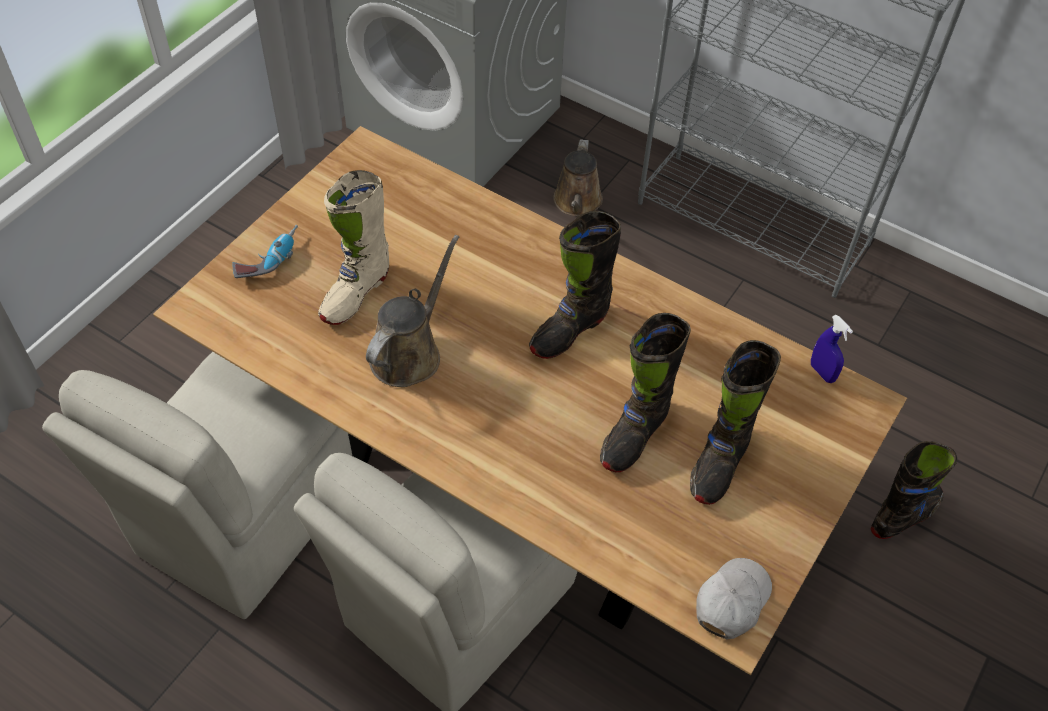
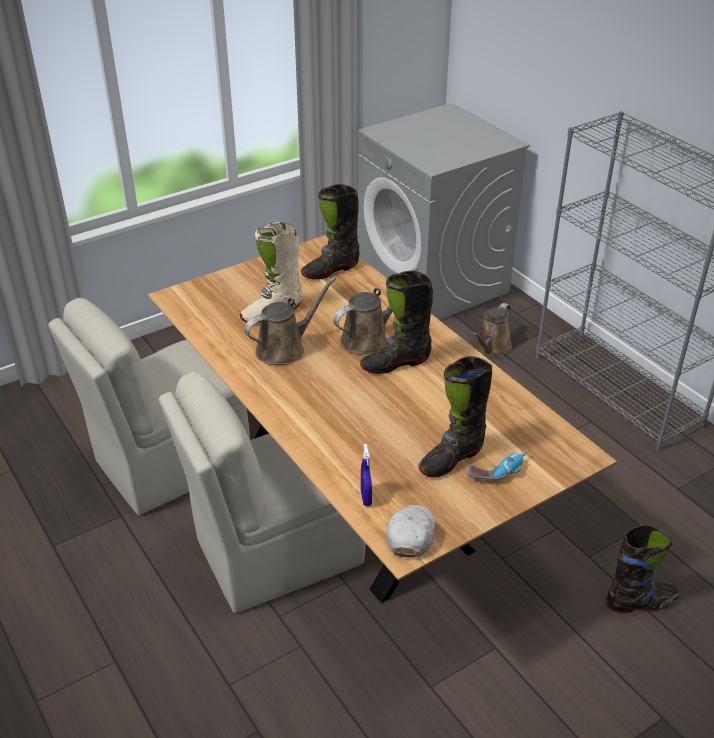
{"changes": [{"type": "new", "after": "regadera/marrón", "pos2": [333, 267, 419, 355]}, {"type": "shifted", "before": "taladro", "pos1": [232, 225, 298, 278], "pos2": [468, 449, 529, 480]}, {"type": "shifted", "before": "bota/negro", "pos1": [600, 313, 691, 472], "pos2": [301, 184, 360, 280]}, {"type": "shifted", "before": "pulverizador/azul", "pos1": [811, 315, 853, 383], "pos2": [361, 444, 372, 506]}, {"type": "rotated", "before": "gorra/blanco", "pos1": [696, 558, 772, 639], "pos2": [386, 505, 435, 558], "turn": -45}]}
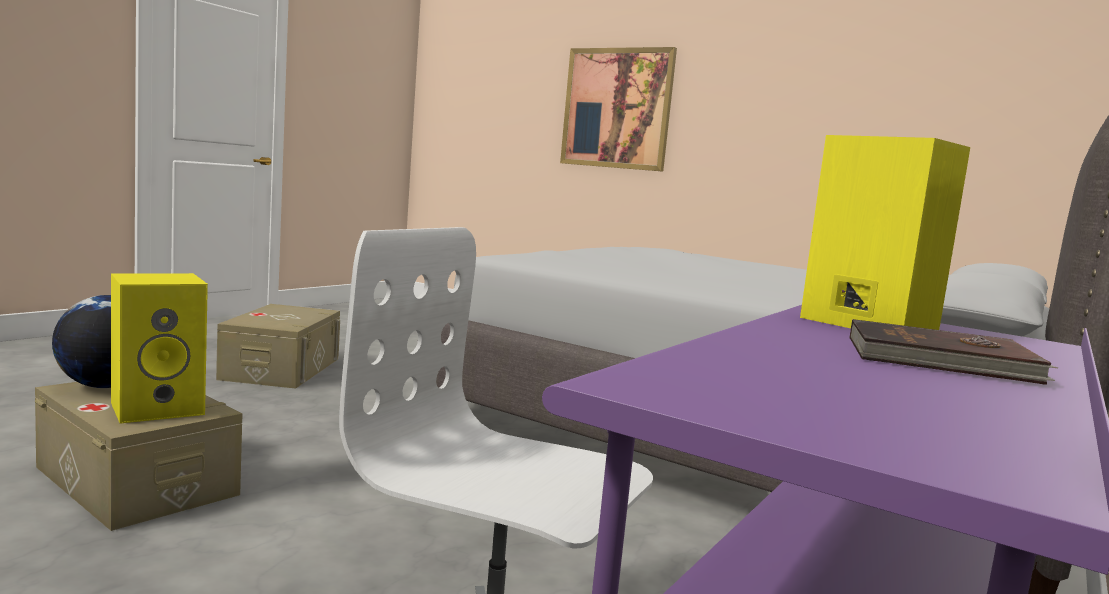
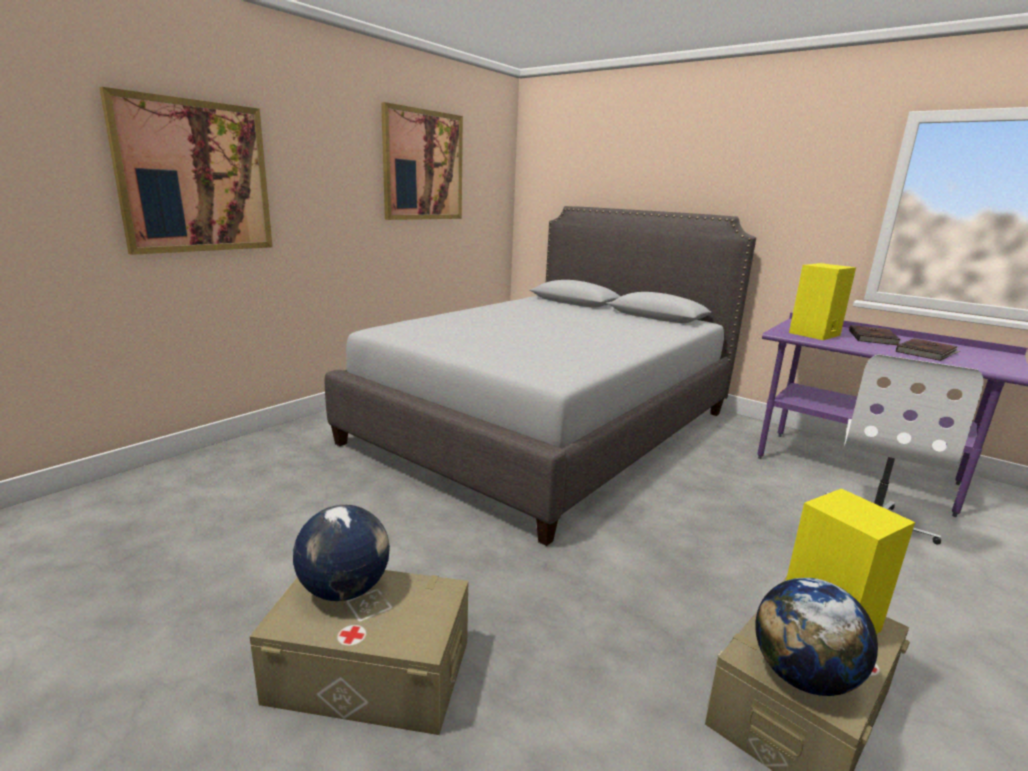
{"changes": [{"type": "new", "after": "globo terráqueo", "pos2": [293, 505, 390, 601]}, {"type": "new", "after": "cuadro", "pos2": [381, 102, 463, 220]}, {"type": "new", "after": "libro/marrón", "pos2": [896, 338, 960, 361]}]}
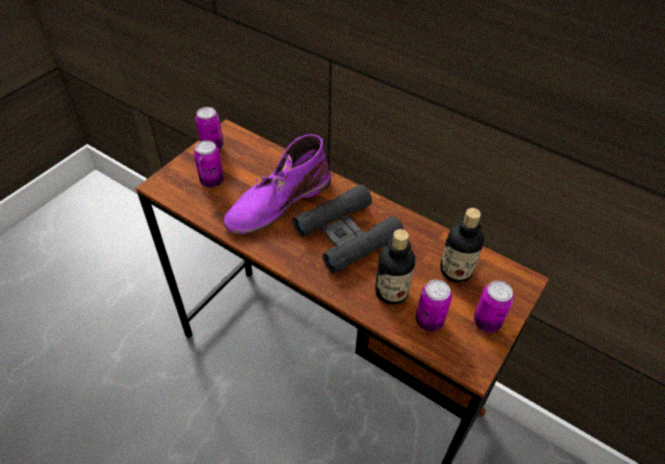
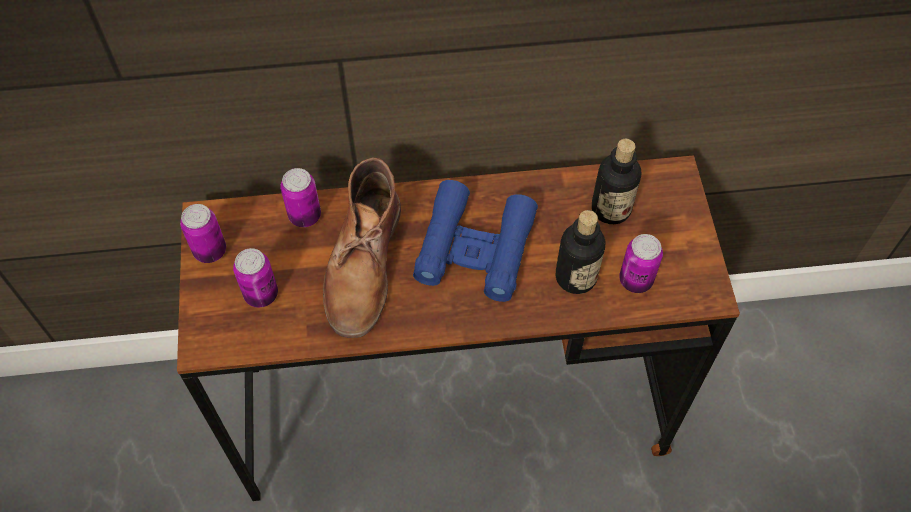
{"changes": [{"type": "shifted", "before": "lata", "pos1": [474, 281, 514, 333], "pos2": [280, 168, 321, 227]}, {"type": "repainted", "before": "bota/morado", "after": "bota/marrón", "pos1": [223, 134, 331, 234], "pos2": [323, 158, 401, 338]}, {"type": "repainted", "before": "prismáticos/negro", "after": "prismáticos/azul", "pos1": [293, 184, 404, 273], "pos2": [413, 180, 538, 302]}]}
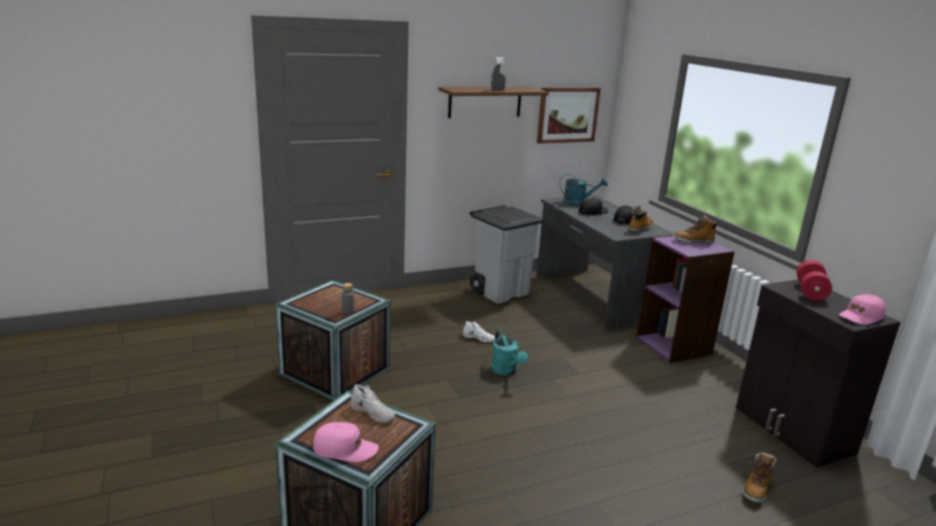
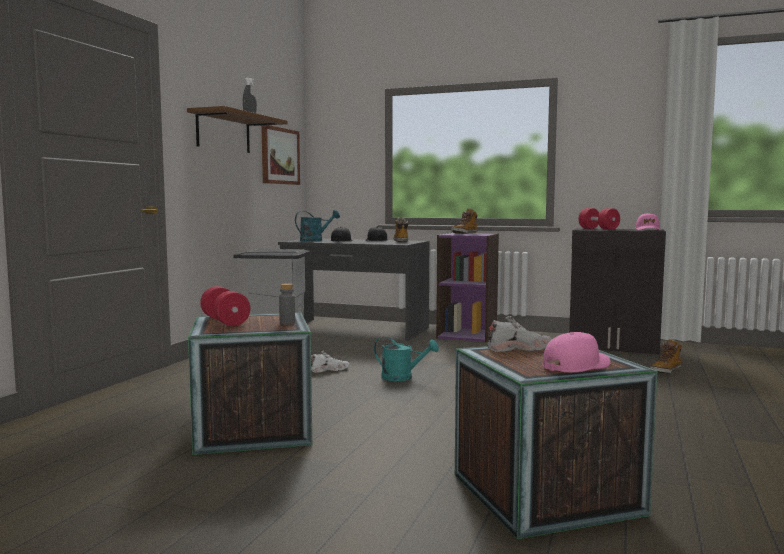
{"changes": [{"type": "new", "after": "mancuerna/rojo", "pos2": [200, 286, 250, 326]}, {"type": "rotated", "before": "bota", "pos1": [742, 452, 776, 503], "pos2": [650, 339, 682, 374], "turn": 60}]}
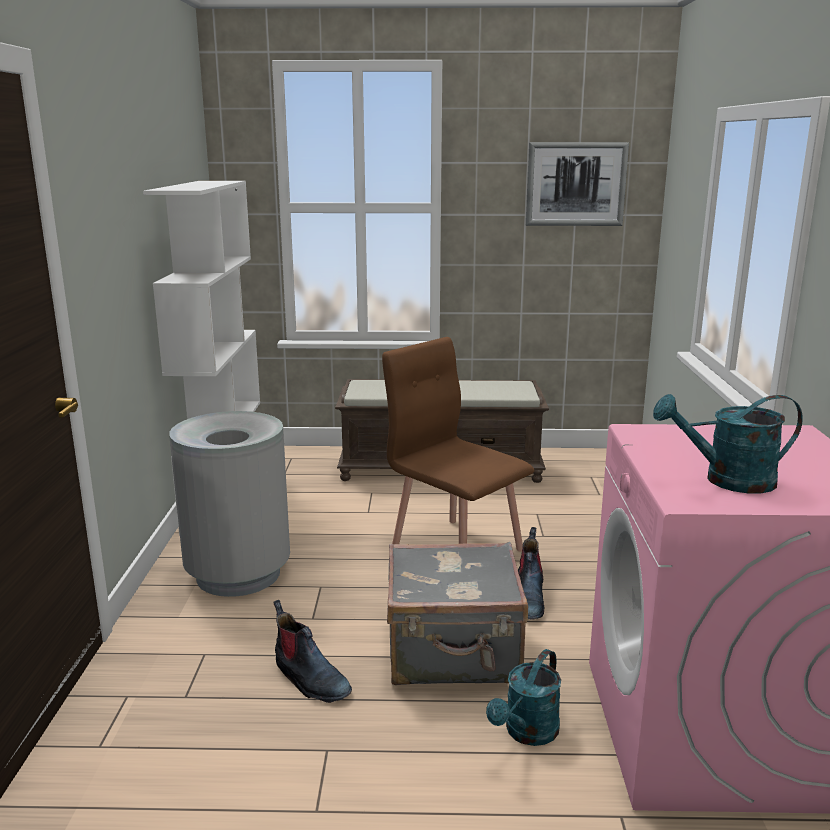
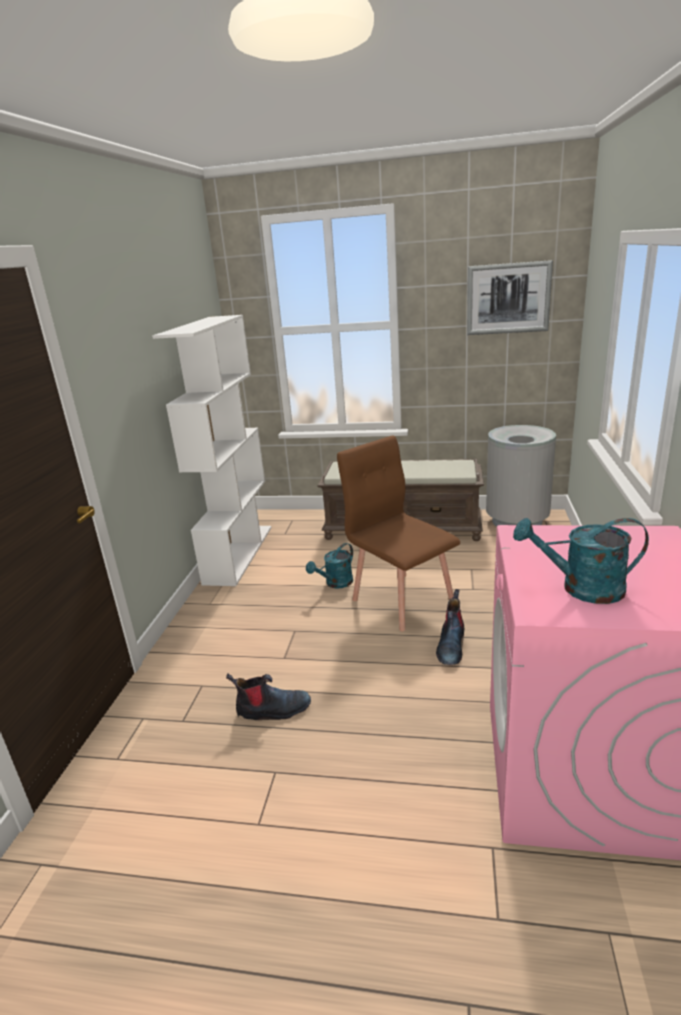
{"changes": [{"type": "gone", "before": "maleta/gris", "pos1": [387, 542, 528, 685]}, {"type": "shifted", "before": "papelera/gris", "pos1": [169, 411, 290, 597], "pos2": [486, 425, 556, 527]}, {"type": "shifted", "before": "regadera/turquesa", "pos1": [486, 649, 561, 746], "pos2": [306, 543, 353, 588]}, {"type": "rotated", "before": "bota", "pos1": [273, 600, 352, 703], "pos2": [226, 674, 311, 720], "turn": -60}]}
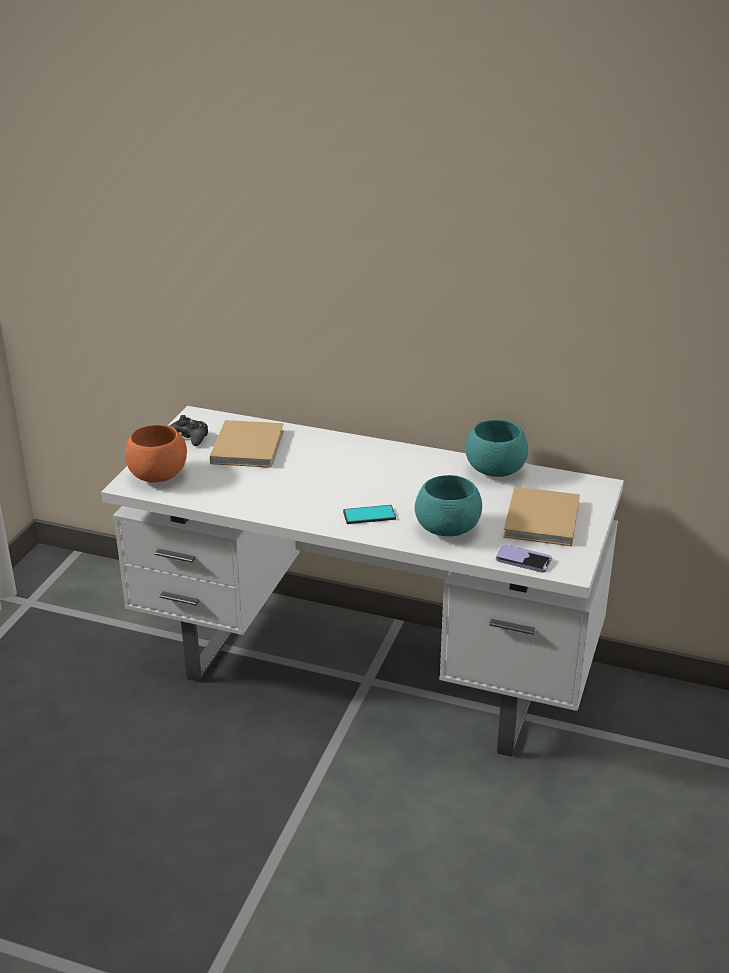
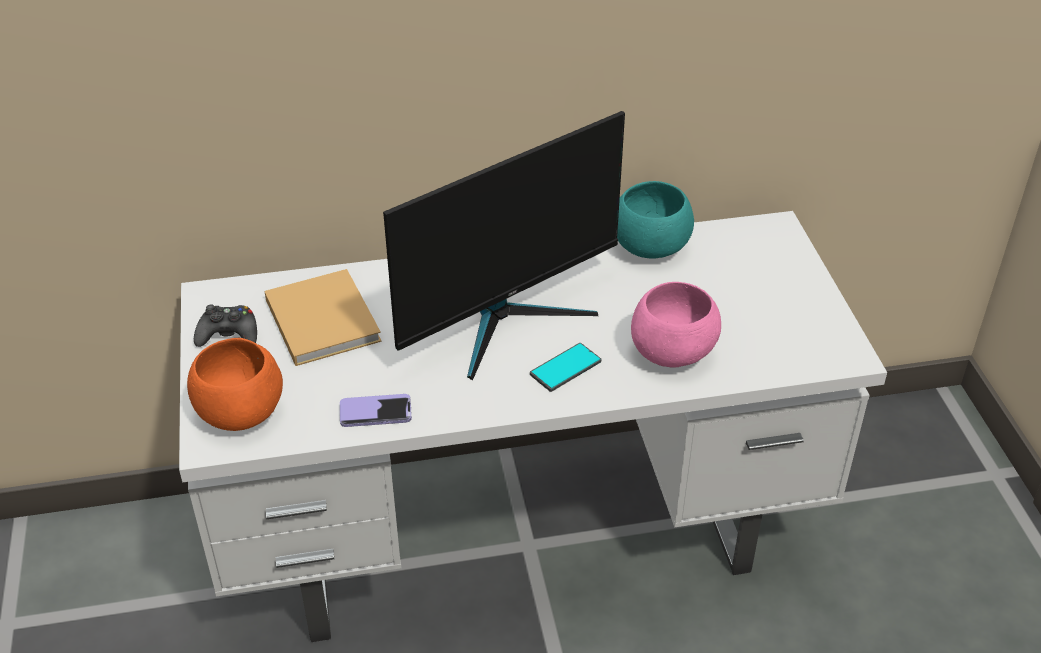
{"changes": [{"type": "gone", "before": "libro/beis", "pos1": [503, 487, 580, 546]}, {"type": "new", "after": "monitor", "pos2": [383, 111, 625, 380]}, {"type": "shifted", "before": "móvil", "pos1": [496, 544, 552, 573], "pos2": [340, 394, 412, 427]}, {"type": "repainted", "before": "cuenco/turquesa", "after": "cuenco/rosa", "pos1": [415, 475, 482, 536], "pos2": [631, 282, 721, 367]}]}
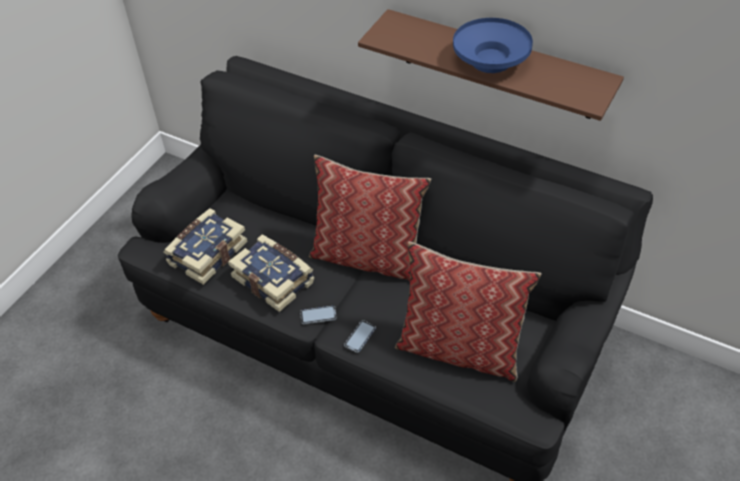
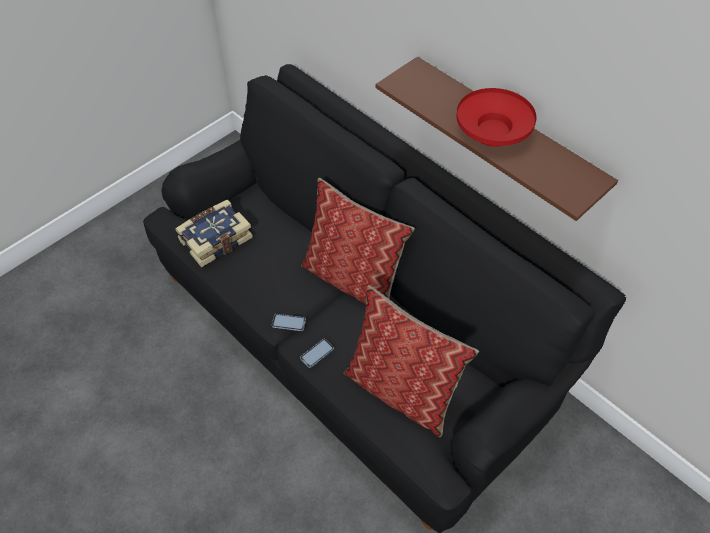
{"changes": [{"type": "gone", "before": "libro", "pos1": [228, 234, 314, 312]}, {"type": "repainted", "before": "cuenco/azul", "after": "cuenco/rojo", "pos1": [453, 18, 533, 73], "pos2": [456, 88, 537, 146]}]}
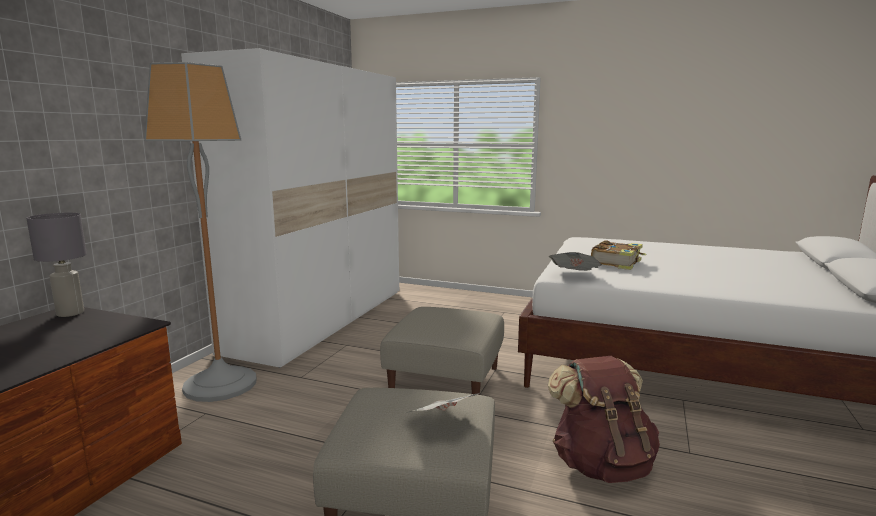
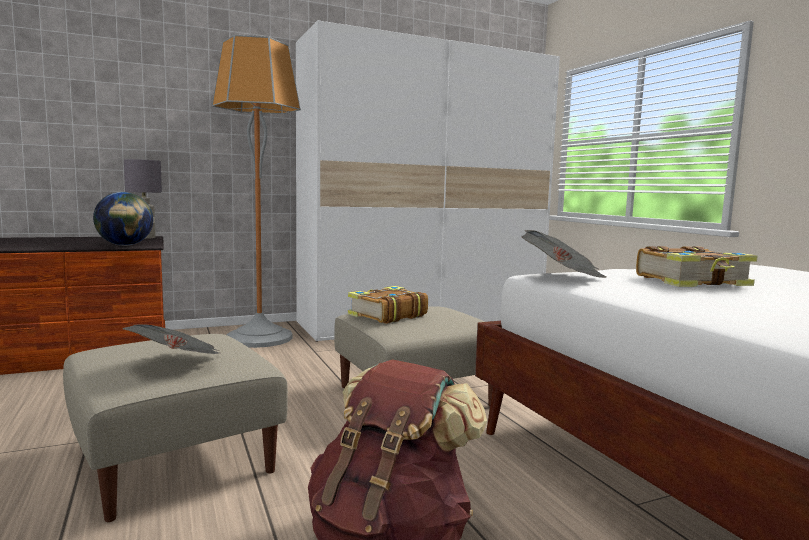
{"changes": [{"type": "new", "after": "globo terráqueo", "pos2": [93, 192, 153, 246]}, {"type": "new", "after": "libro", "pos2": [348, 286, 428, 324]}]}
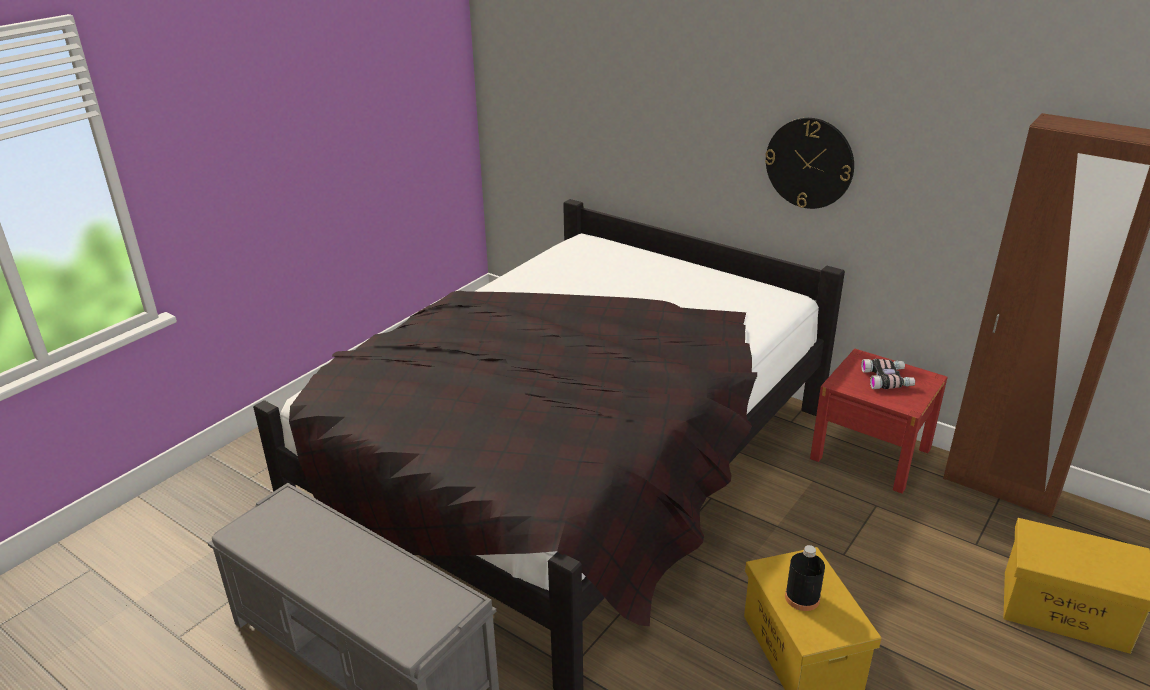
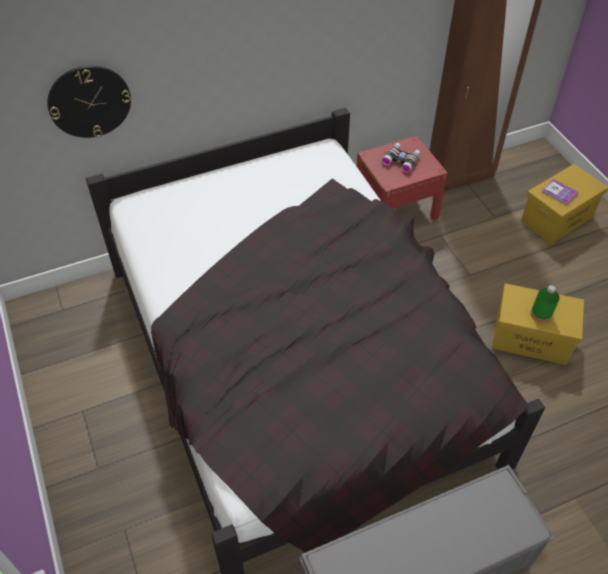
{"changes": [{"type": "new", "after": "libro", "pos2": [542, 179, 578, 205]}, {"type": "shifted", "before": "reloj de pared", "pos1": [765, 118, 854, 209], "pos2": [47, 65, 131, 138]}, {"type": "repainted", "before": "botella/negro", "after": "botella/verde", "pos1": [785, 545, 825, 611], "pos2": [531, 285, 560, 323]}]}
